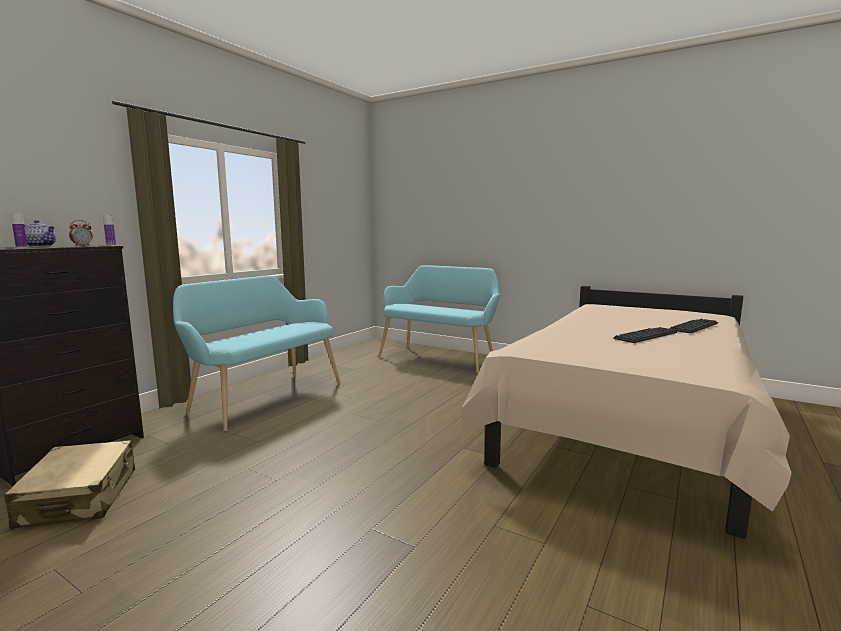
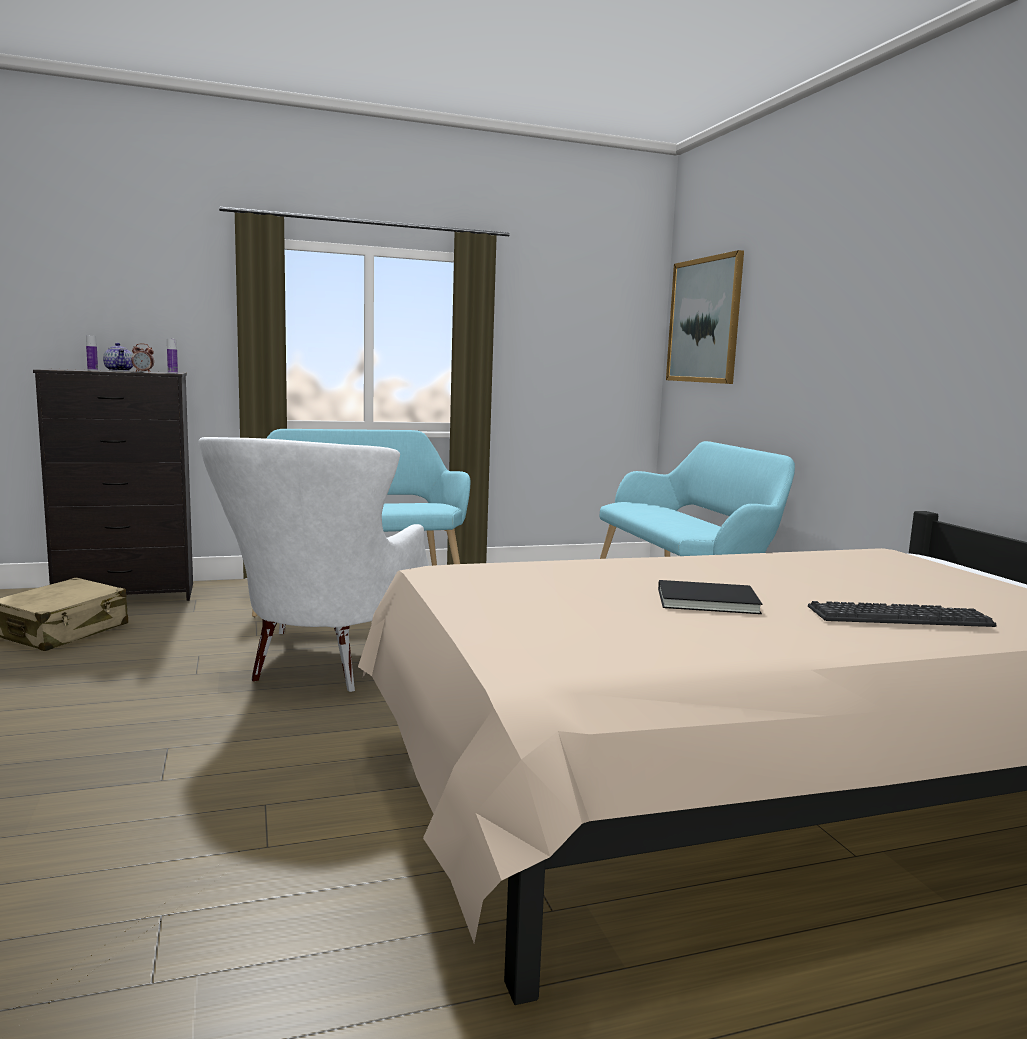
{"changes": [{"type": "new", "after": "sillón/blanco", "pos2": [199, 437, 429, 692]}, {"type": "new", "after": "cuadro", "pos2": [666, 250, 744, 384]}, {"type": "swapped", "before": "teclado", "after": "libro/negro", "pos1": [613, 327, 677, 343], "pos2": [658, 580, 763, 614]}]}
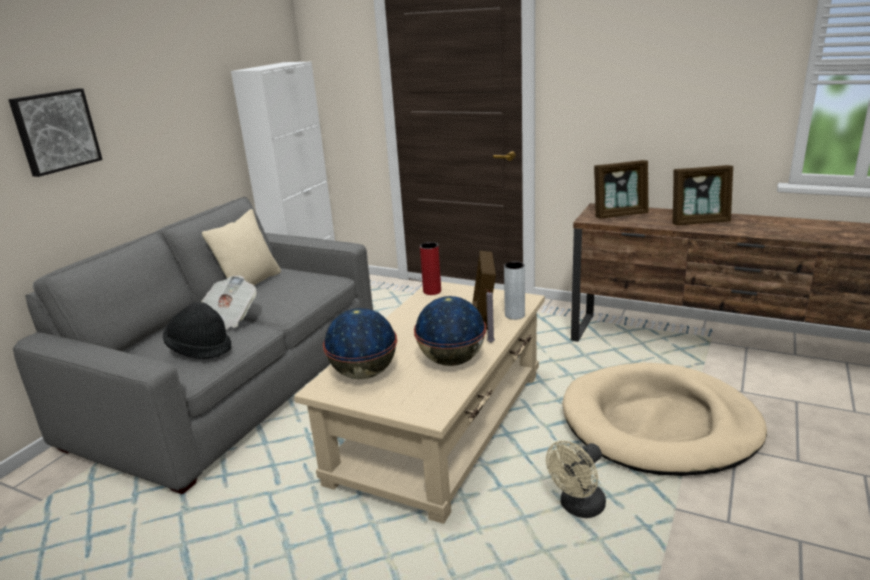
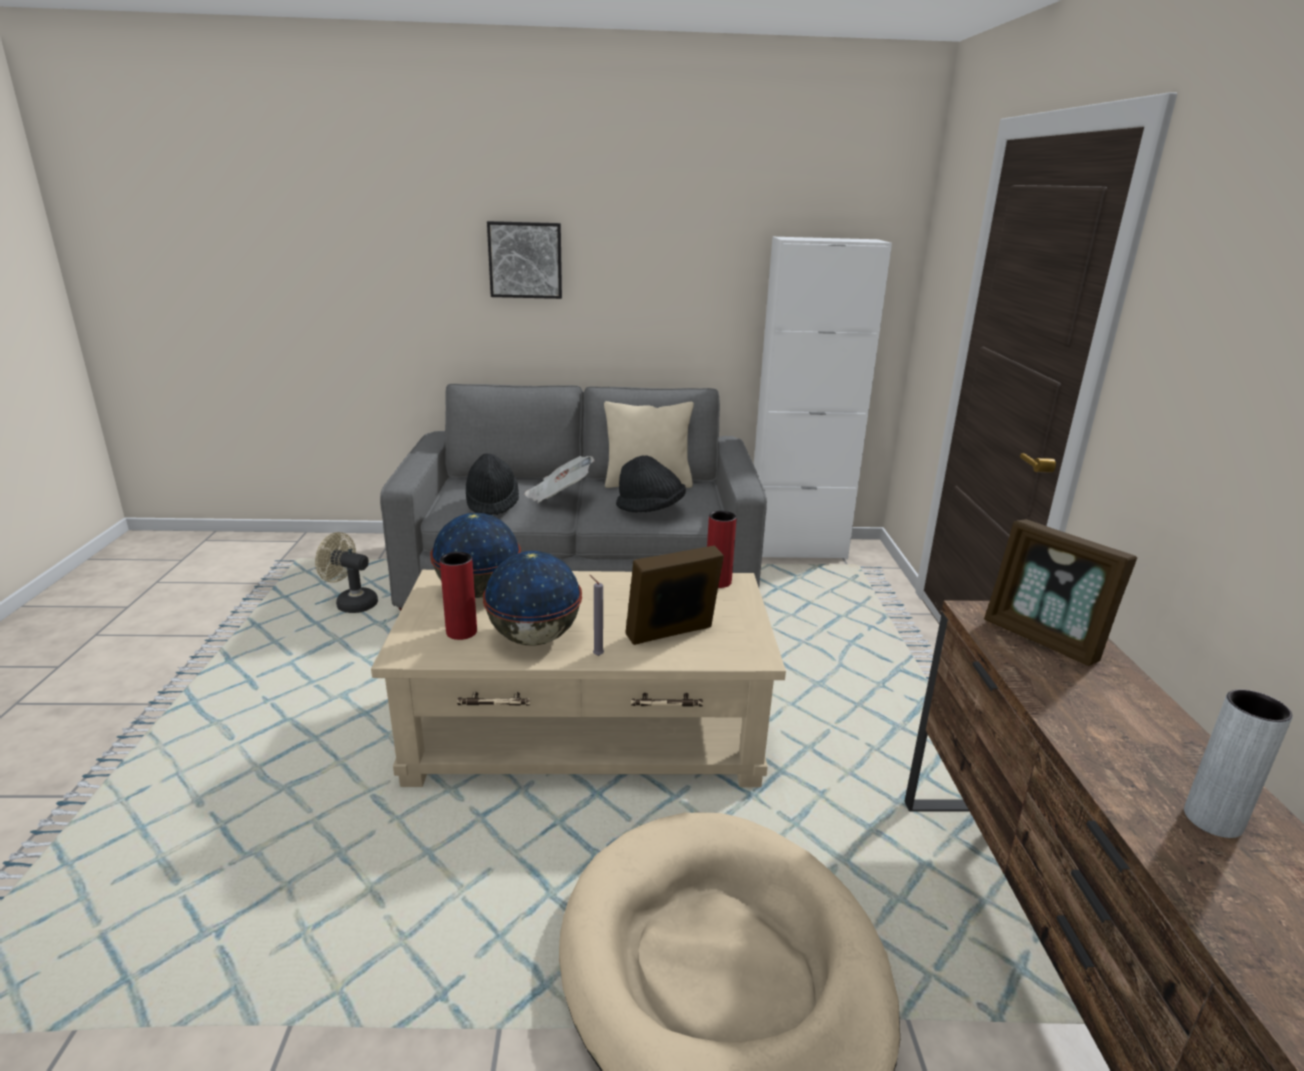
{"changes": [{"type": "gone", "before": "portarretratos", "pos1": [672, 165, 733, 225]}, {"type": "new", "after": "florero/rojo", "pos2": [440, 552, 477, 640]}, {"type": "new", "after": "sombrero/negro", "pos2": [616, 455, 686, 513]}, {"type": "shifted", "before": "florero/gris", "pos1": [504, 261, 525, 320], "pos2": [1184, 689, 1293, 838]}, {"type": "shifted", "before": "ventilador/beis", "pos1": [546, 441, 606, 518], "pos2": [315, 532, 378, 613]}]}
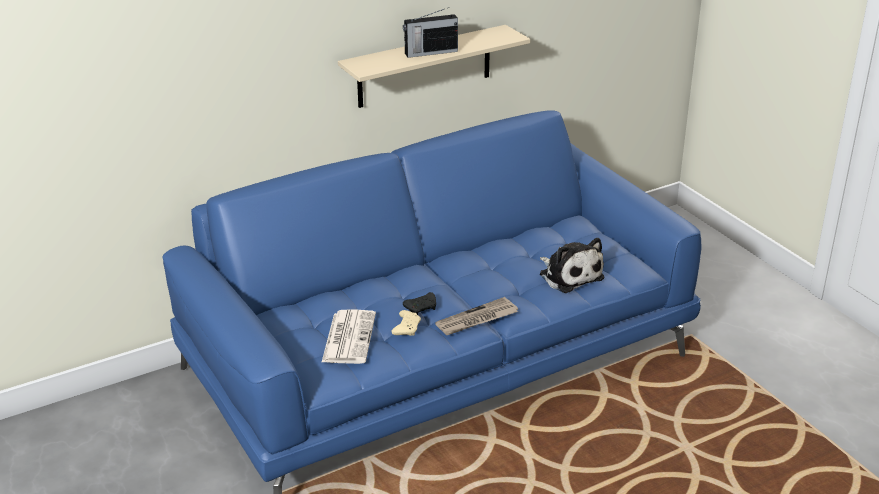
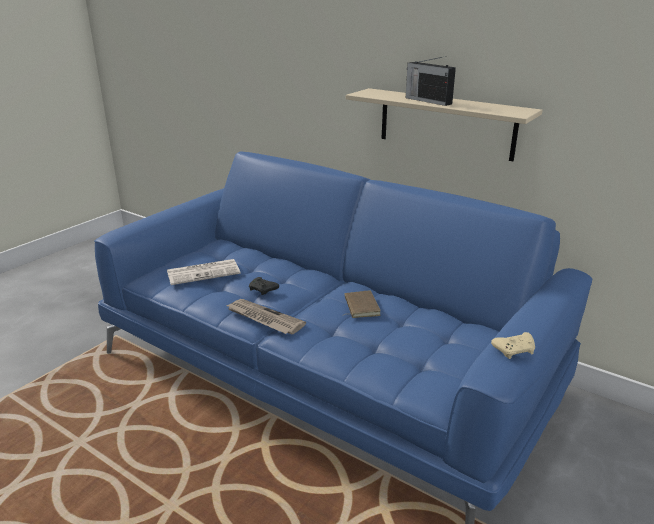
{"changes": [{"type": "gone", "before": "peluche", "pos1": [540, 238, 605, 293]}, {"type": "new", "after": "libro/marrón", "pos2": [344, 290, 381, 318]}, {"type": "shifted", "before": "mando de consola/beis", "pos1": [391, 310, 421, 336], "pos2": [491, 332, 535, 359]}]}
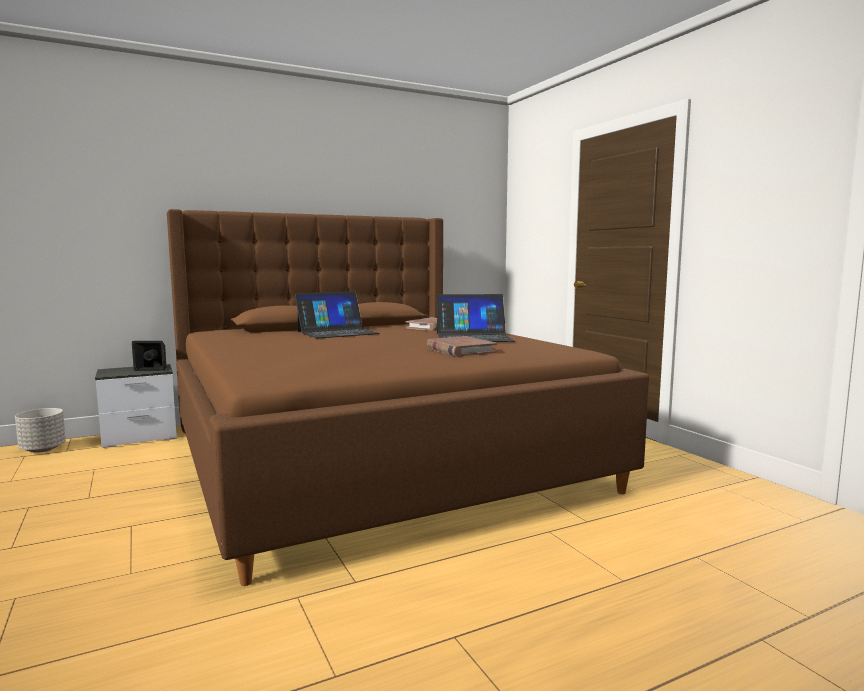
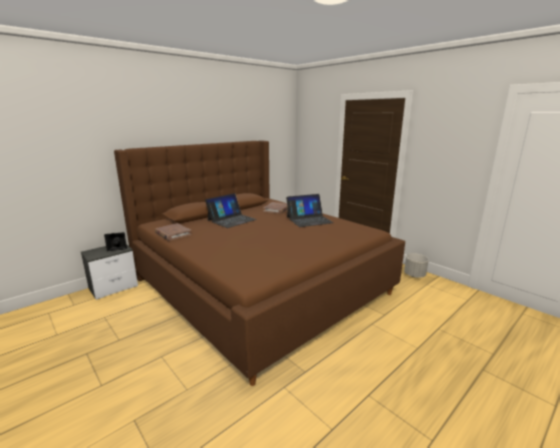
{"changes": [{"type": "shifted", "before": "maceta/gris", "pos1": [15, 408, 66, 453], "pos2": [404, 254, 429, 278]}, {"type": "shifted", "before": "libro/marrón", "pos1": [427, 336, 497, 357], "pos2": [155, 223, 192, 241]}]}
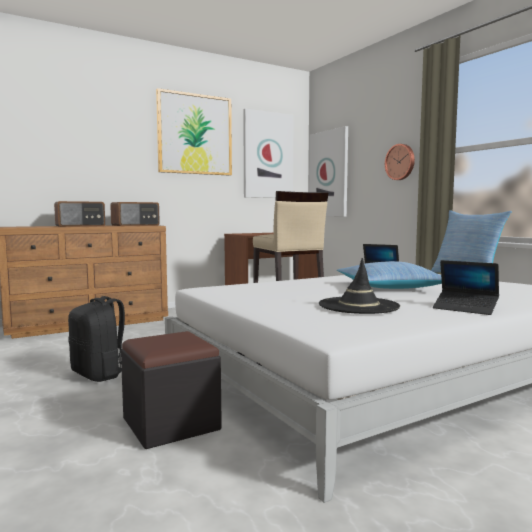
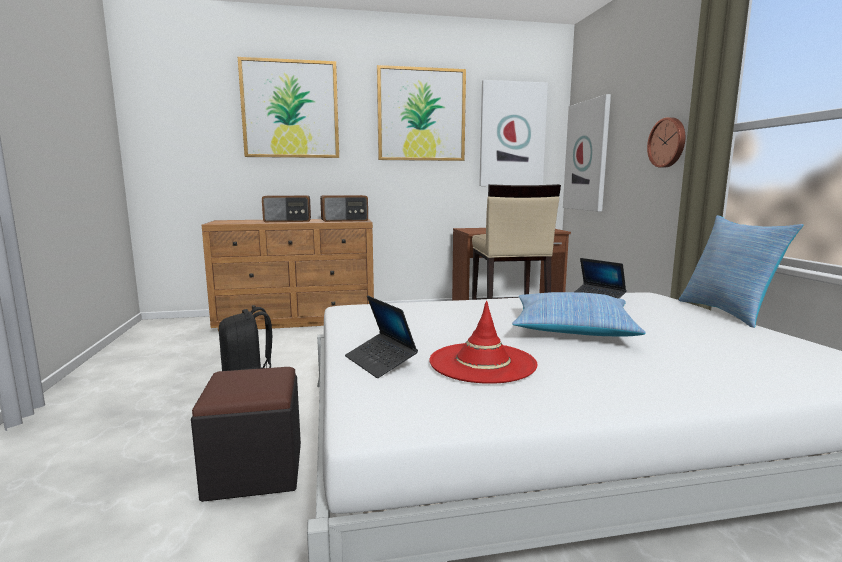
{"changes": [{"type": "new", "after": "cuadro", "pos2": [238, 57, 339, 158]}, {"type": "shifted", "before": "portátil", "pos1": [433, 260, 499, 315], "pos2": [345, 295, 418, 378]}, {"type": "repainted", "before": "sombrero/negro", "after": "sombrero/rojo", "pos1": [319, 258, 400, 314], "pos2": [430, 301, 538, 384]}]}
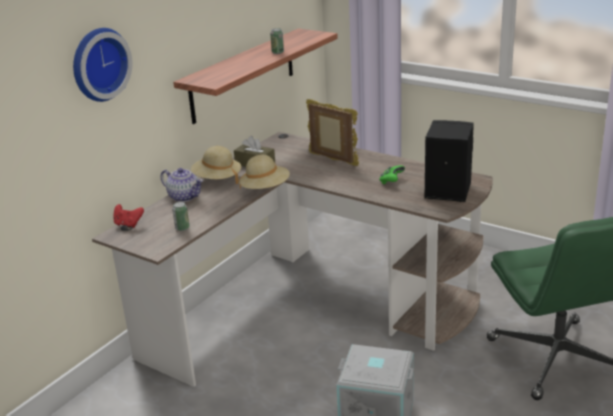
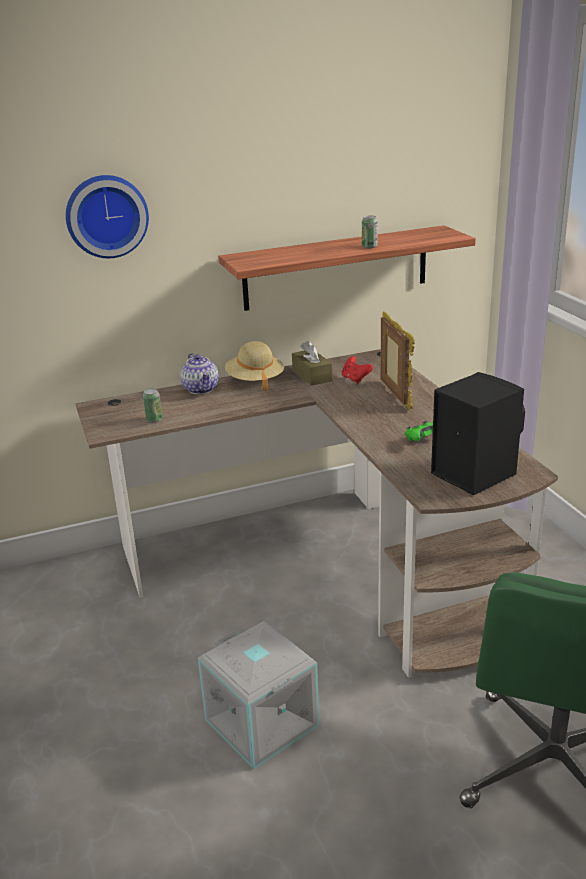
{"changes": [{"type": "gone", "before": "sombrero/beis", "pos1": [239, 155, 290, 189]}, {"type": "shifted", "before": "mando de consola/rojo", "pos1": [114, 204, 144, 228], "pos2": [342, 356, 373, 384]}]}
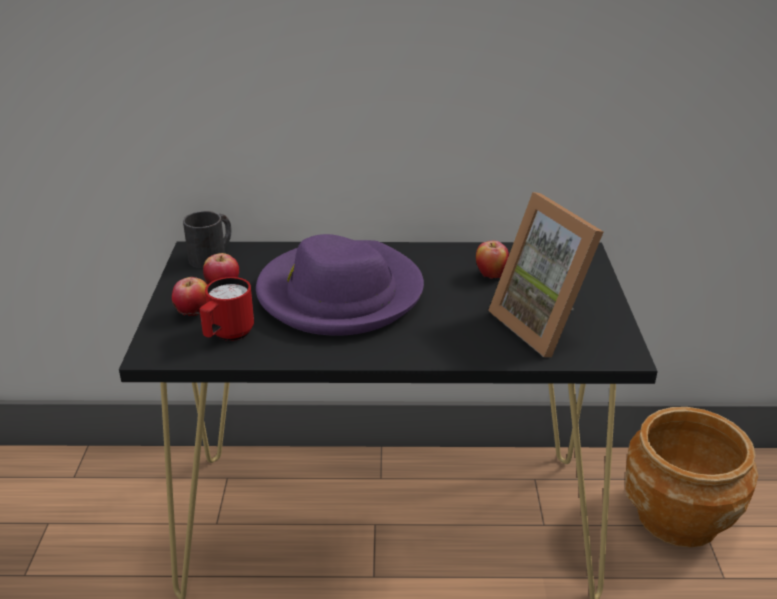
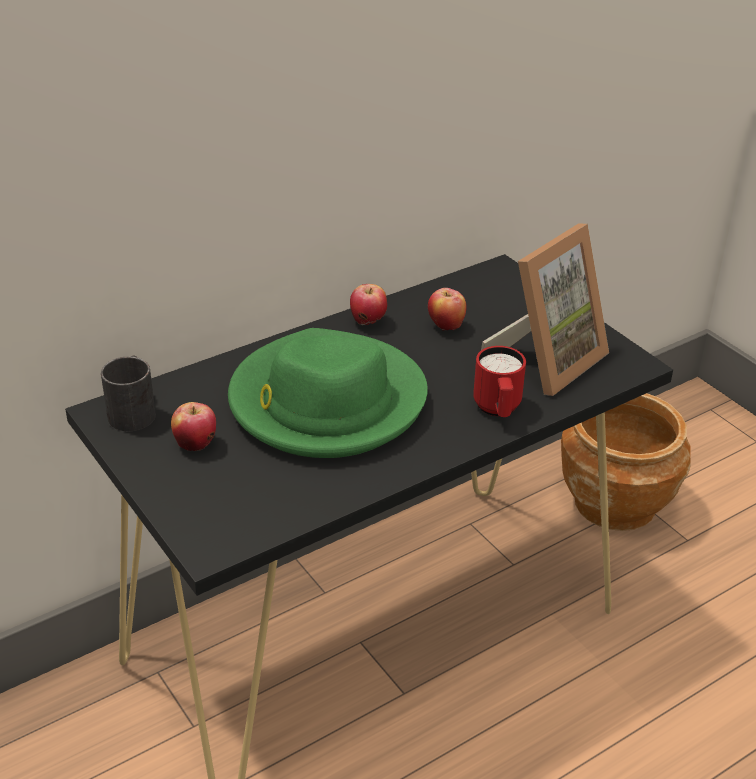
{"changes": [{"type": "shifted", "before": "manzana", "pos1": [172, 277, 207, 316], "pos2": [350, 284, 387, 325]}, {"type": "shifted", "before": "taza grande/rojo", "pos1": [199, 277, 254, 341], "pos2": [473, 346, 526, 417]}, {"type": "repainted", "before": "sombrero/morado", "after": "sombrero/verde", "pos1": [256, 234, 424, 336], "pos2": [228, 328, 428, 458]}, {"type": "rotated", "before": "portarretratos", "pos1": [488, 192, 603, 357], "pos2": [481, 223, 609, 396], "turn": -75}]}
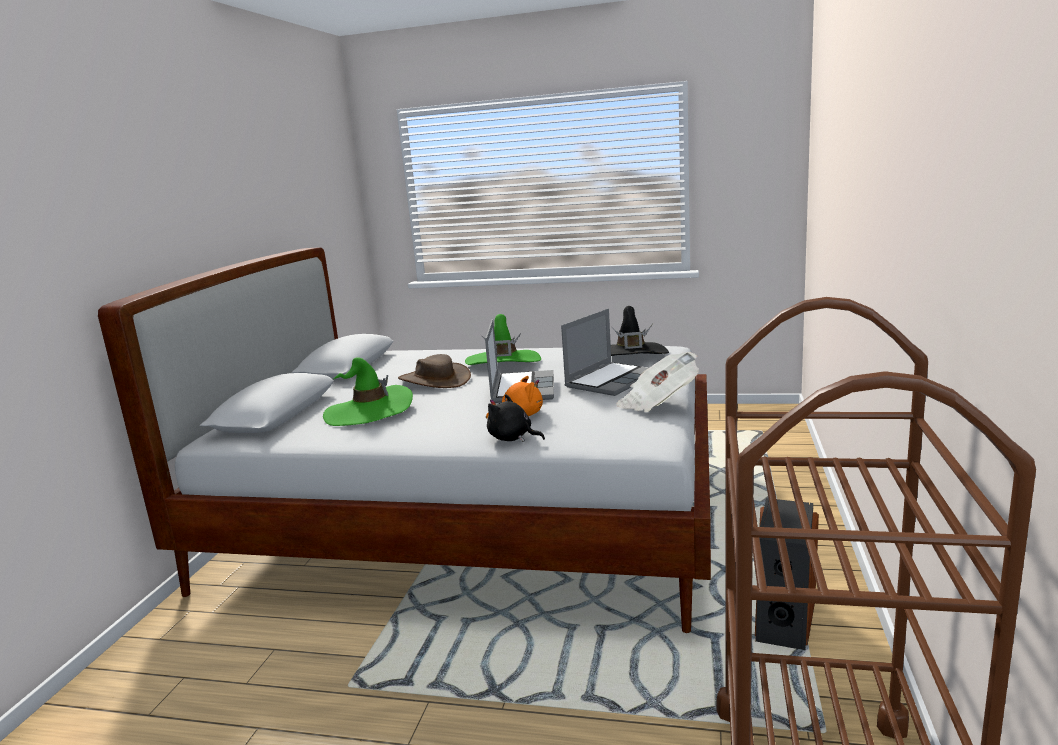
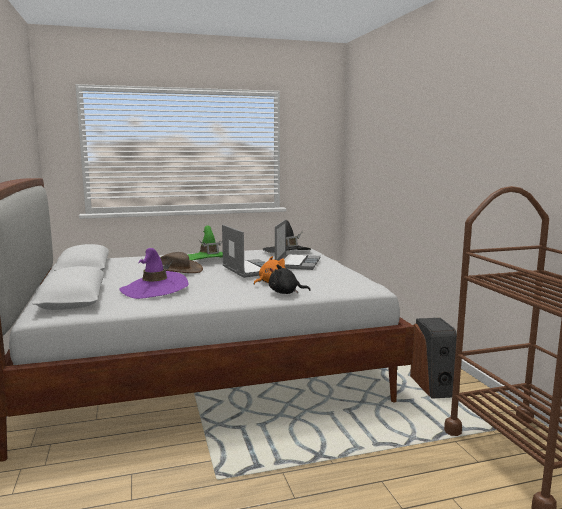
{"changes": [{"type": "gone", "before": "periódico", "pos1": [617, 352, 699, 412]}, {"type": "repainted", "before": "sombrero/verde", "after": "sombrero/morado", "pos1": [323, 357, 413, 426], "pos2": [119, 248, 188, 299]}]}
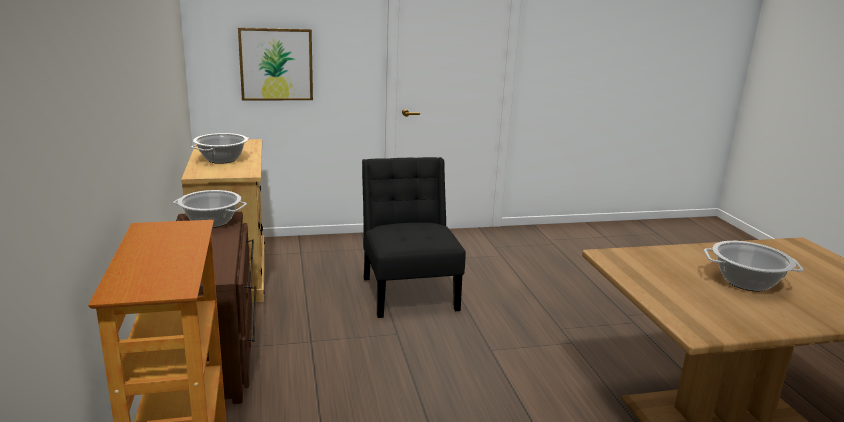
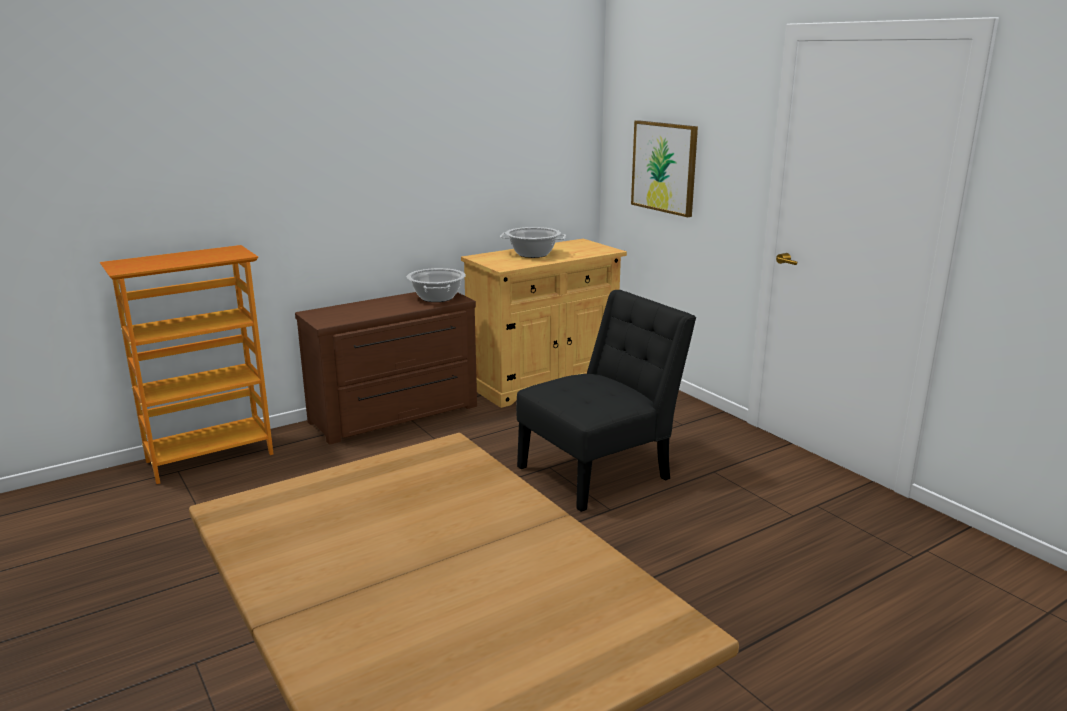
{"changes": [{"type": "gone", "before": "olla", "pos1": [704, 241, 803, 291]}]}
